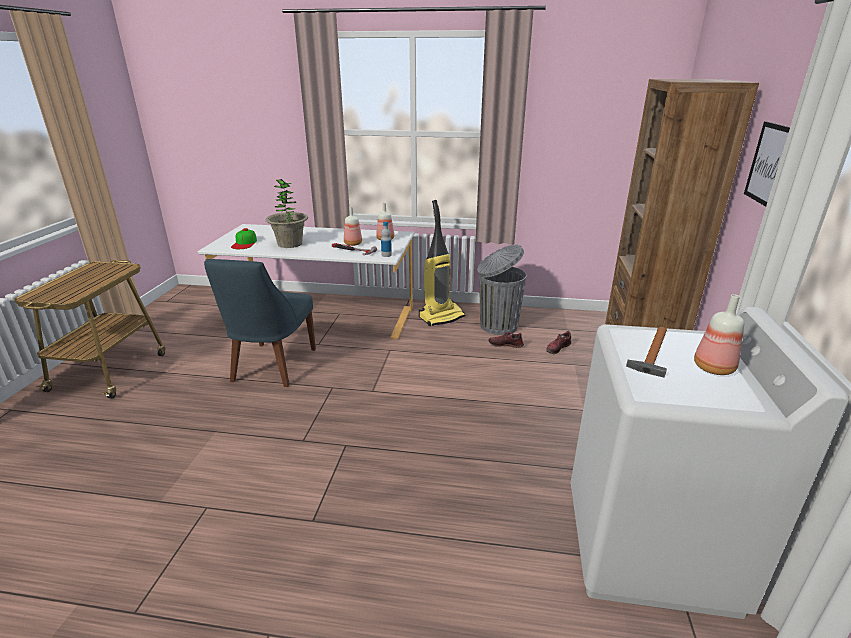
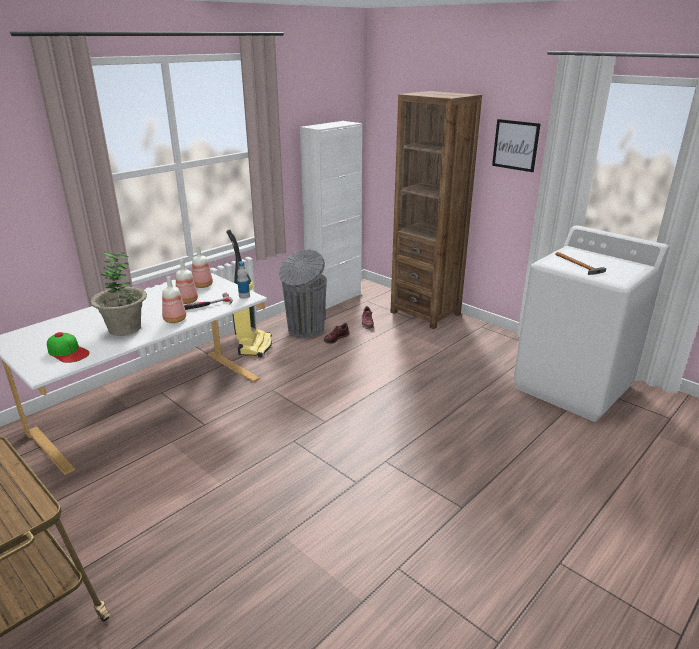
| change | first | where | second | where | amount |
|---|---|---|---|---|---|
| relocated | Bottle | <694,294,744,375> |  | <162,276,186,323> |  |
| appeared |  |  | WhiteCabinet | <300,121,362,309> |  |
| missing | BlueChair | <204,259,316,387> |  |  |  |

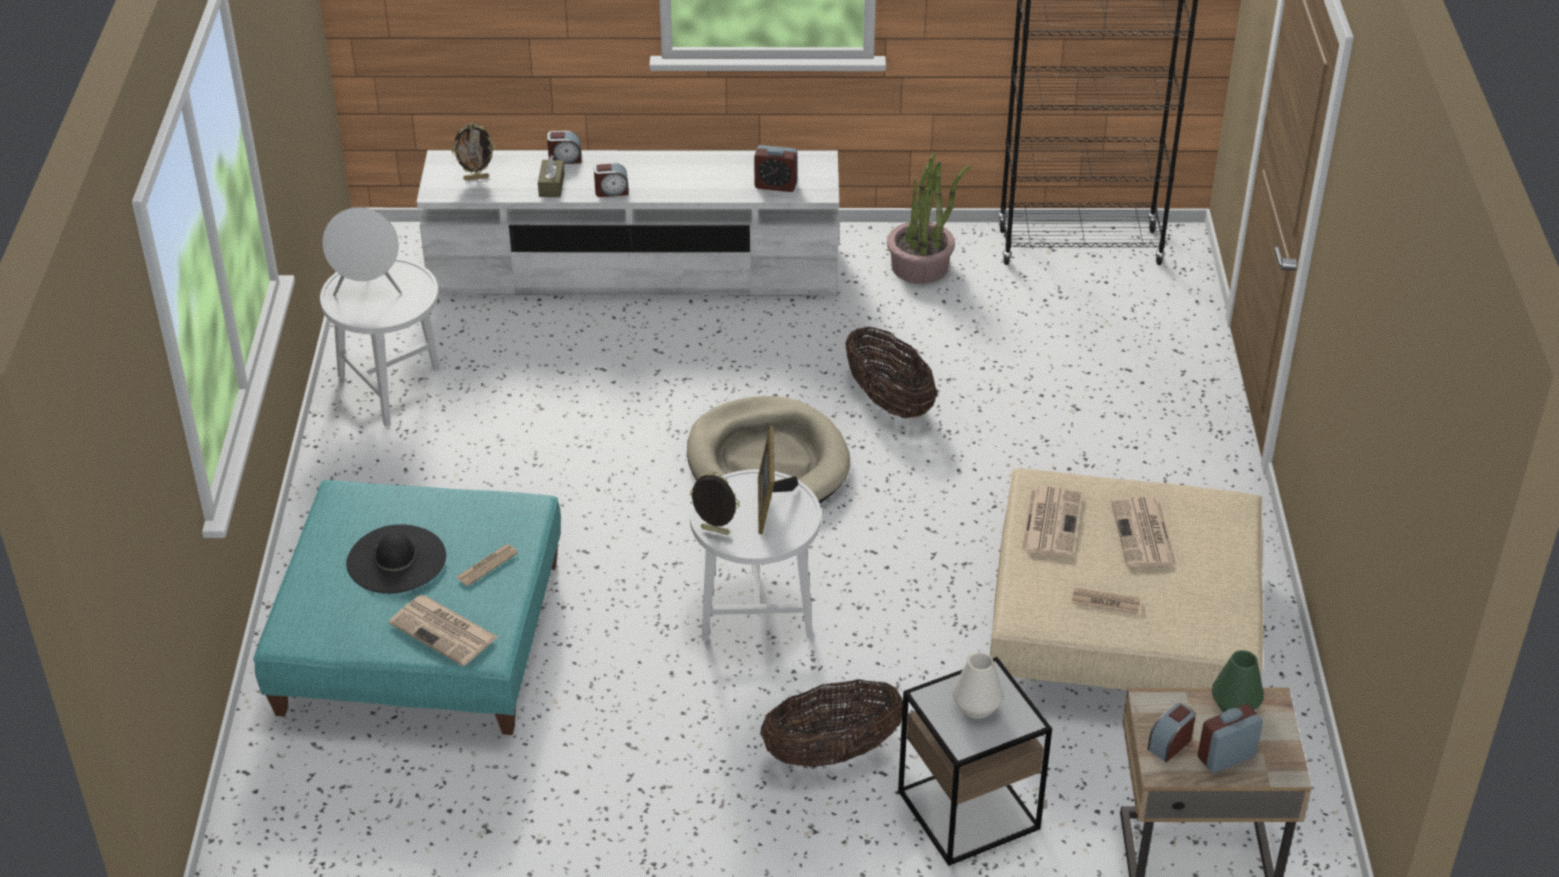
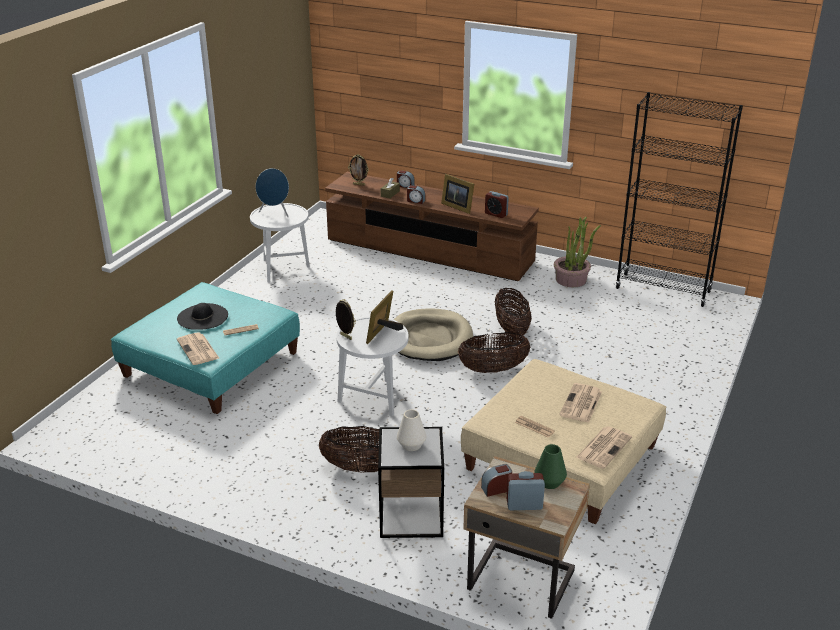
| change | first | where | second | where | amount |
|---|---|---|---|---|---|
| colour | WhiteSpeaker | <322,207,402,296> | BlueSpeaker | <256,168,289,217> |  |
| colour | WhiteTvStand | <417,150,839,295> | BrownTvStand | <325,172,539,281> |  |
| appeared |  |  | PictureFrame | <441,174,474,214> |  |
| appeared |  |  | Basket | <458,332,531,373> |  |
| relocated | Newspaper | <1021,486,1081,558> |  | <576,426,632,469> |  |

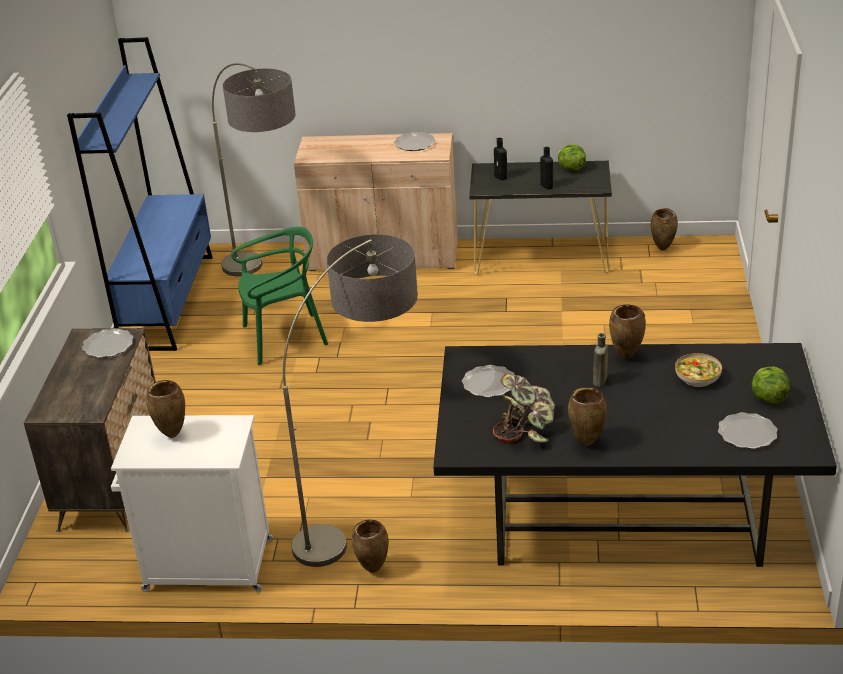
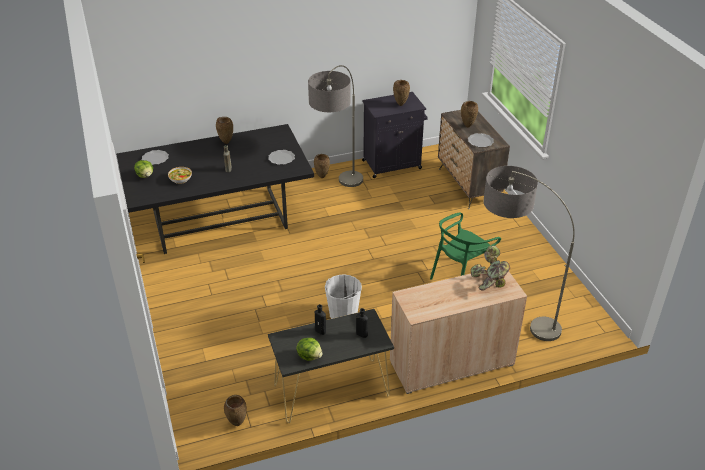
| change | first | where | second | where | amount |
|---|---|---|---|---|---|
| appeared |  |  | WhiteBucket | <325,274,362,319> |  |
| colour | WhiteCabinet | <111,415,274,592> | BlackCabinet | <362,92,428,178> |  |
| relocated | BrownVase | <609,305,646,359> |  | <461,101,478,128> |  |
| relocated | PottedPlant | <492,374,556,443> |  | <471,246,510,290> |  |
| missing | BlueBookcase | <67,37,213,351> |  |  |  |
| missing | Plate | <394,132,436,151> |  |  |  |

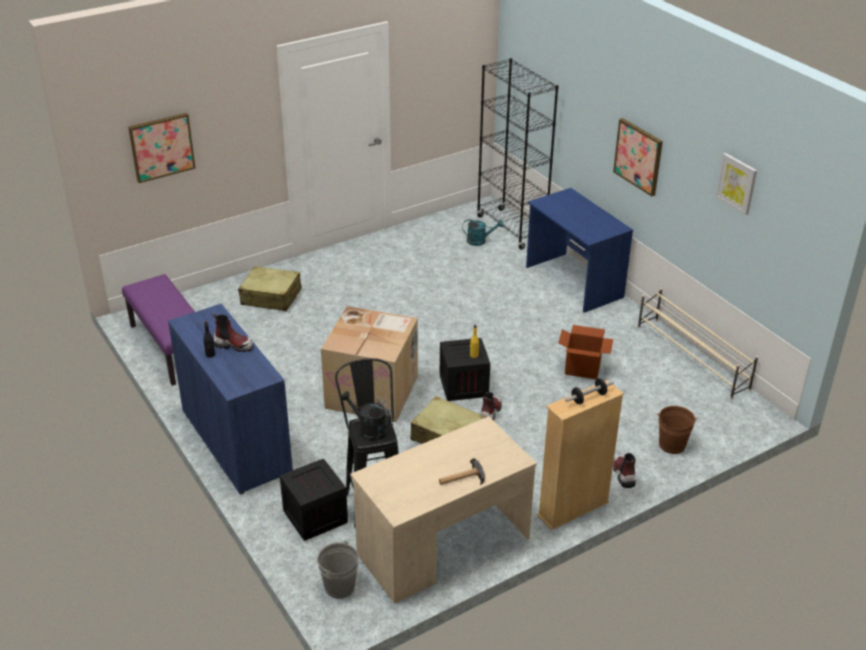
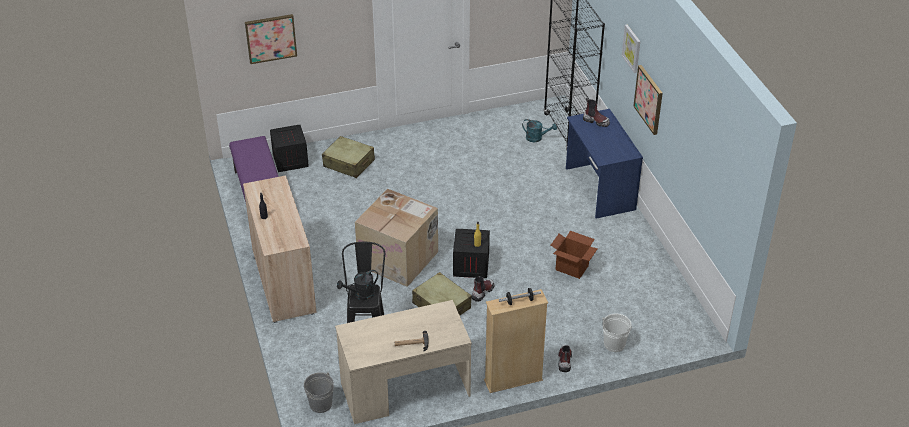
| change | first | where | second | where | amount |
|---|---|---|---|---|---|
| colour | BlueCabinet | <168,304,293,495> | BeigeCabinet | <243,176,317,323> |  |
| relocated | Crate | <280,459,348,541> |  | <270,125,309,172> |  |
| spun | BlackWateringCan | <340,391,391,441> |  | <337,270,378,300> | 75 degrees counterclockwise |
| relocated | Boot | <212,312,254,352> |  | <583,97,610,127> |  |
| colour | BrownBucket | <657,406,698,454> | WhiteBucket | <602,313,633,352> |  |
| relocated | Picture | <716,153,757,215> |  | <622,25,640,73> |  |
| missing | BeigeShoeRack | <638,288,758,399> |  |  |  |

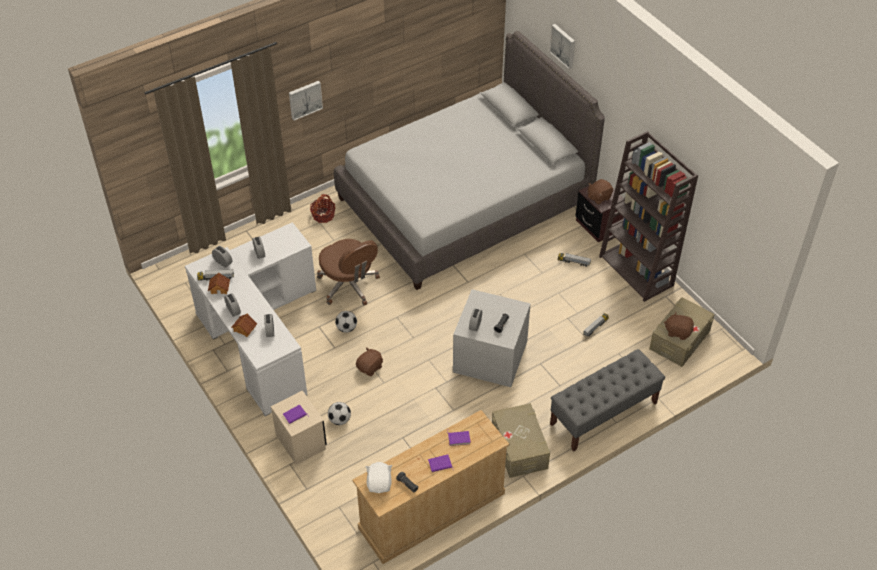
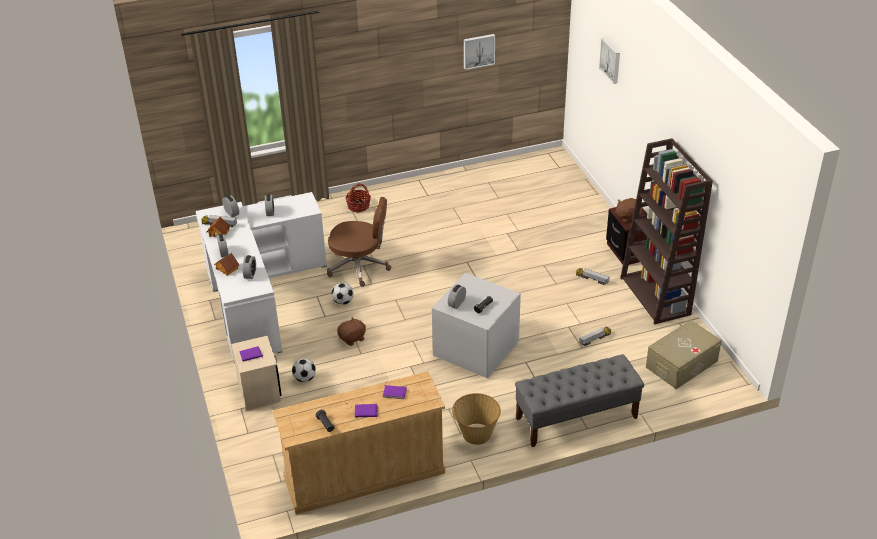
| change | first | where | second | where | amount |
|---|---|---|---|---|---|
| spun | BrownOfficeChair | <317,239,380,306> |  | <327,197,392,287> | 60 degrees counterclockwise |
| exchanged | BeigeStorageBox | <492,403,550,478> | Basket | <452,393,501,445> |  |
| relocated | Picture | <289,81,323,121> |  | <464,34,495,70> |  |
| missing | GreyBed | <334,31,605,290> |  |  |  |
| missing | WhitePlushToy | <365,462,392,493> |  |  |  |
| missing | BrownPlushToy | <664,312,694,340> |  |  |  |

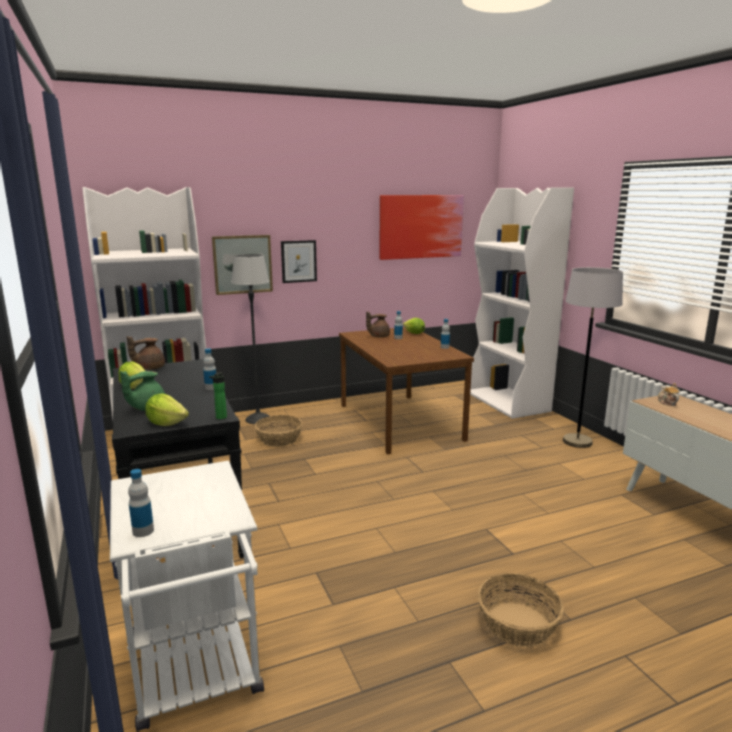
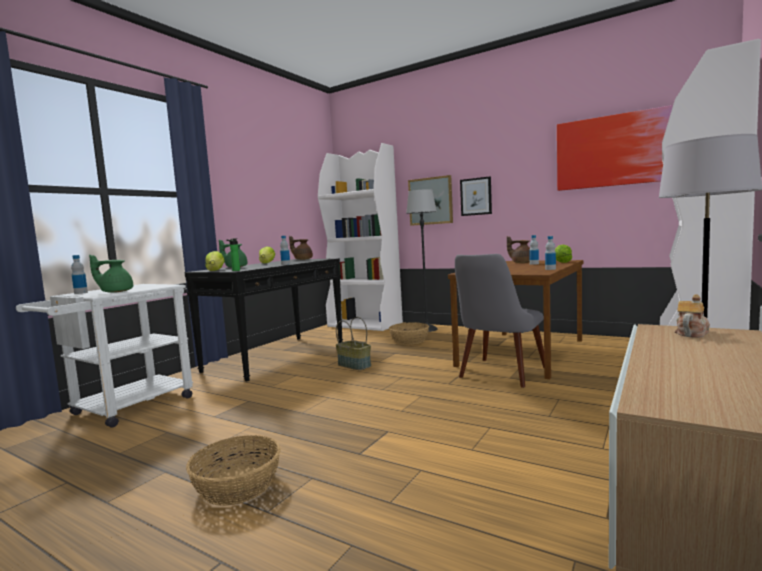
| change | first | where | second | where | amount |
|---|---|---|---|---|---|
| appeared |  |  | GreenTeapot | <89,255,133,293> |  |
| appeared |  |  | Basket | <336,317,371,370> |  |
| appeared |  |  | GreyChair | <455,254,544,388> |  |

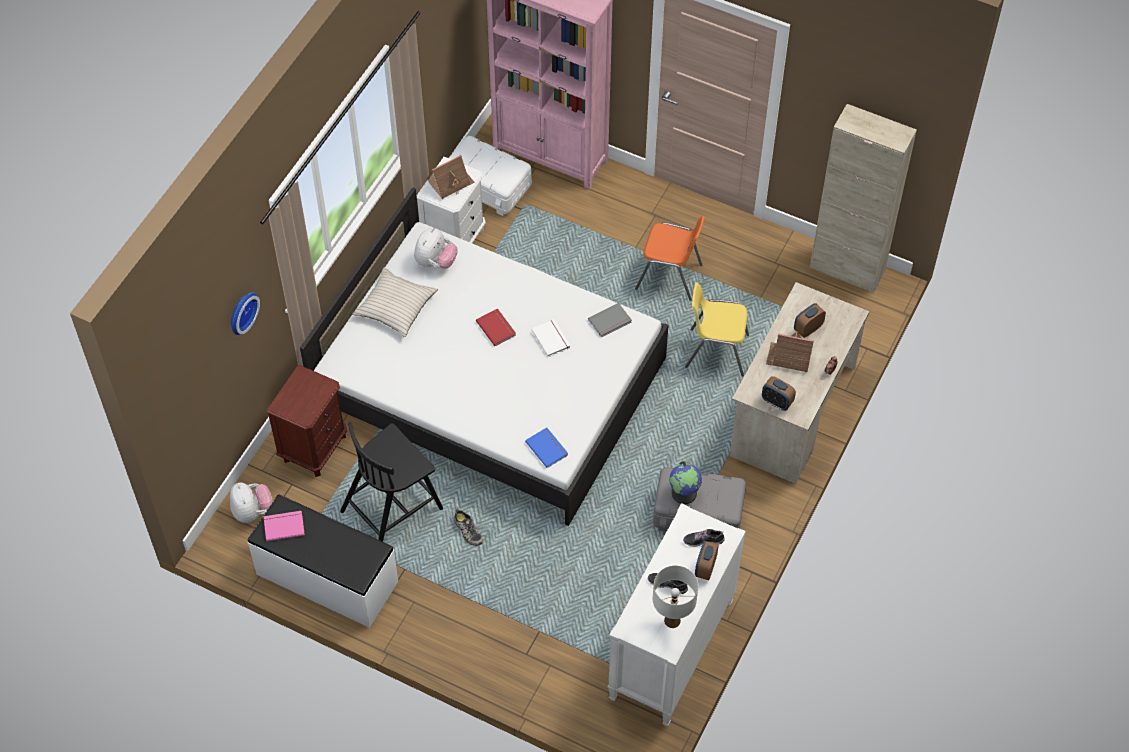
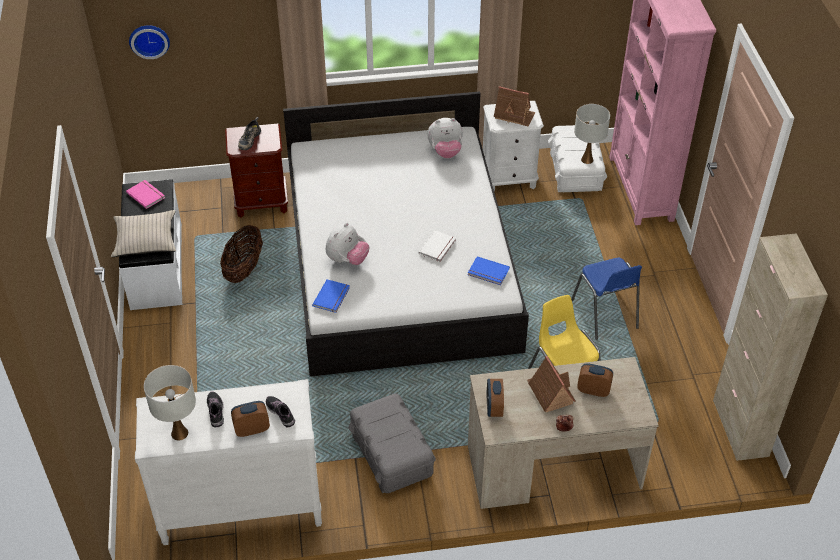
| change | first | where | second | where | amount |
|---|---|---|---|---|---|
| relocated | BeigePillow | <353,267,438,337> |  | <111,210,176,257> |  |
| relocated | WallClock | <231,292,260,335> |  | <129,25,170,59> |  |
| exchanged | BlackChair | <340,422,443,542> | Basket | <220,225,263,283> |  |
| relocated | Shoe | <454,506,483,546> |  | <238,117,261,150> |  |
| relocated | PlushToy | <230,482,273,523> |  | <326,223,369,265> |  |
| colour | GreyBook | <588,303,632,338> | BlueBook | <468,256,510,285> |  |
| colour | OrangeChair | <635,216,705,301> | BlueChair | <571,258,642,340> |  |
| appeared |  |  | WhiteTableLamp | <574,104,610,164> |  |
| missing | RedBook | <476,308,516,346> |  |  |  |
| missing | Globe | <669,461,702,504> |  |  |  |

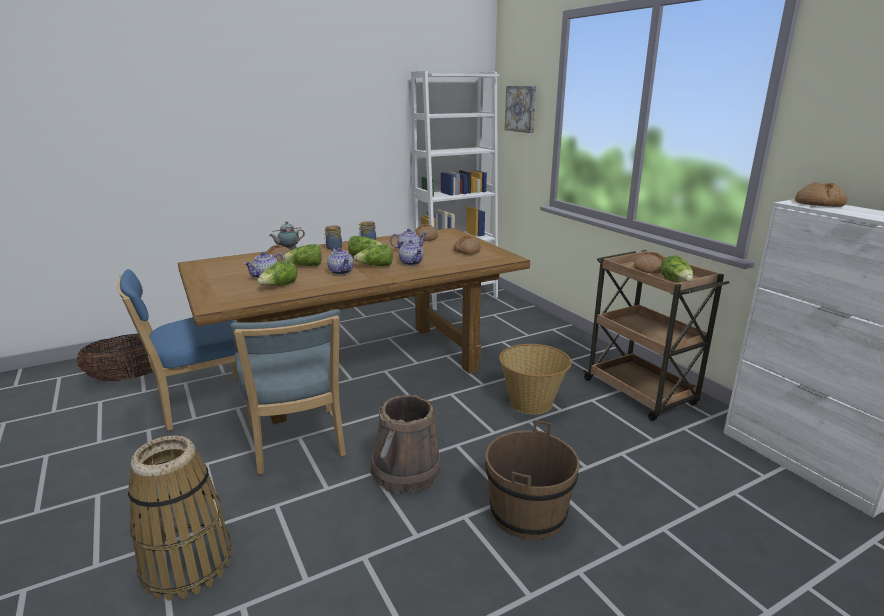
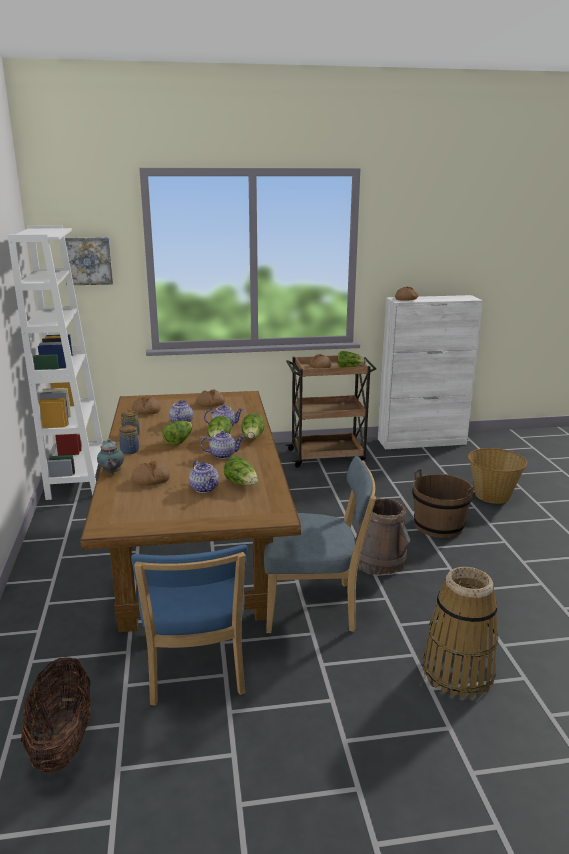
| change | first | where | second | where | amount |
|---|---|---|---|---|---|
| relocated | Lettuce | <283,244,322,266> |  | <241,413,265,439> |  |
| relocated | Basket | <499,344,572,414> |  | <468,448,527,504> |  |

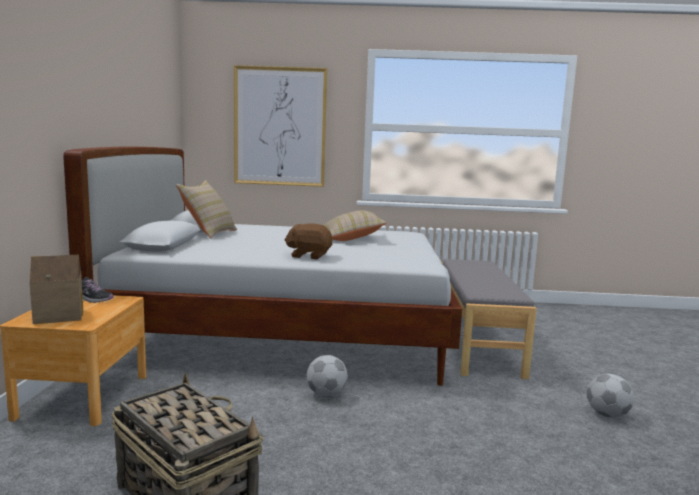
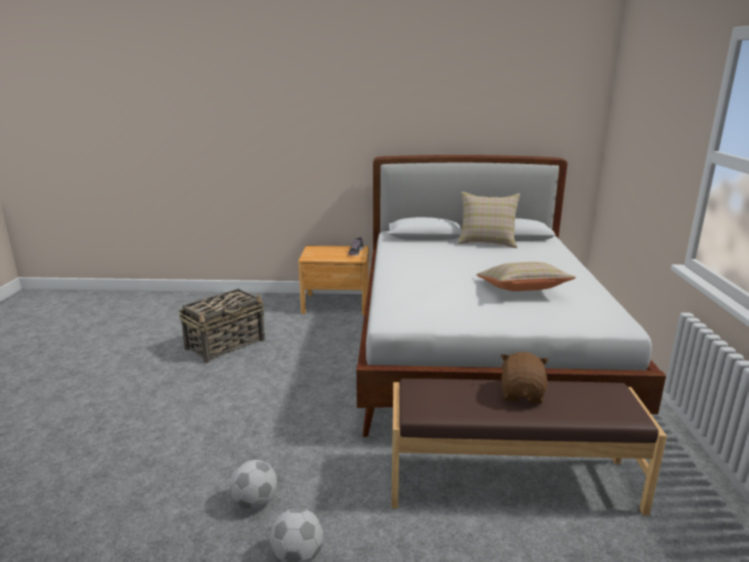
| change | first | where | second | where | amount |
|---|---|---|---|---|---|
| relocated | Football | <307,355,348,397> |  | <230,460,278,509> |  |
| colour | GreyBench | <442,259,537,379> | BrownBench | <392,379,667,516> |  |
| relocated | BrownPlushToy | <284,223,333,259> |  | <500,352,549,404> |  |
| missing | ToyHouse | <29,255,84,324> |  |  |  |
| missing | Picture | <234,65,327,187> |  |  |  |

